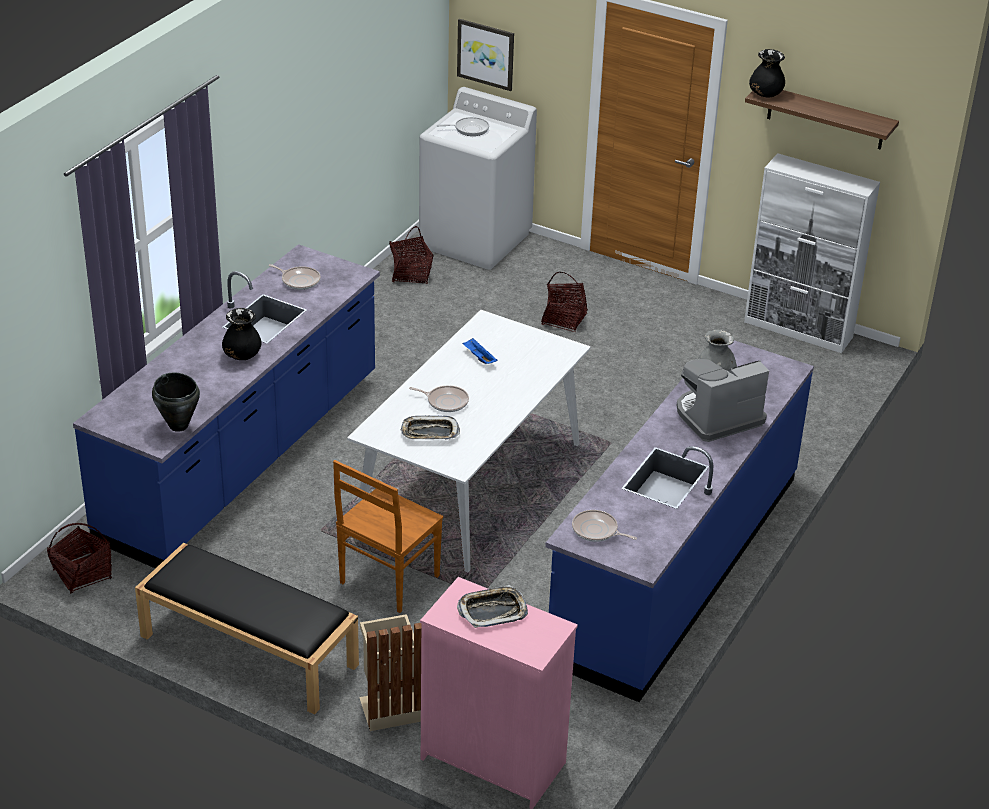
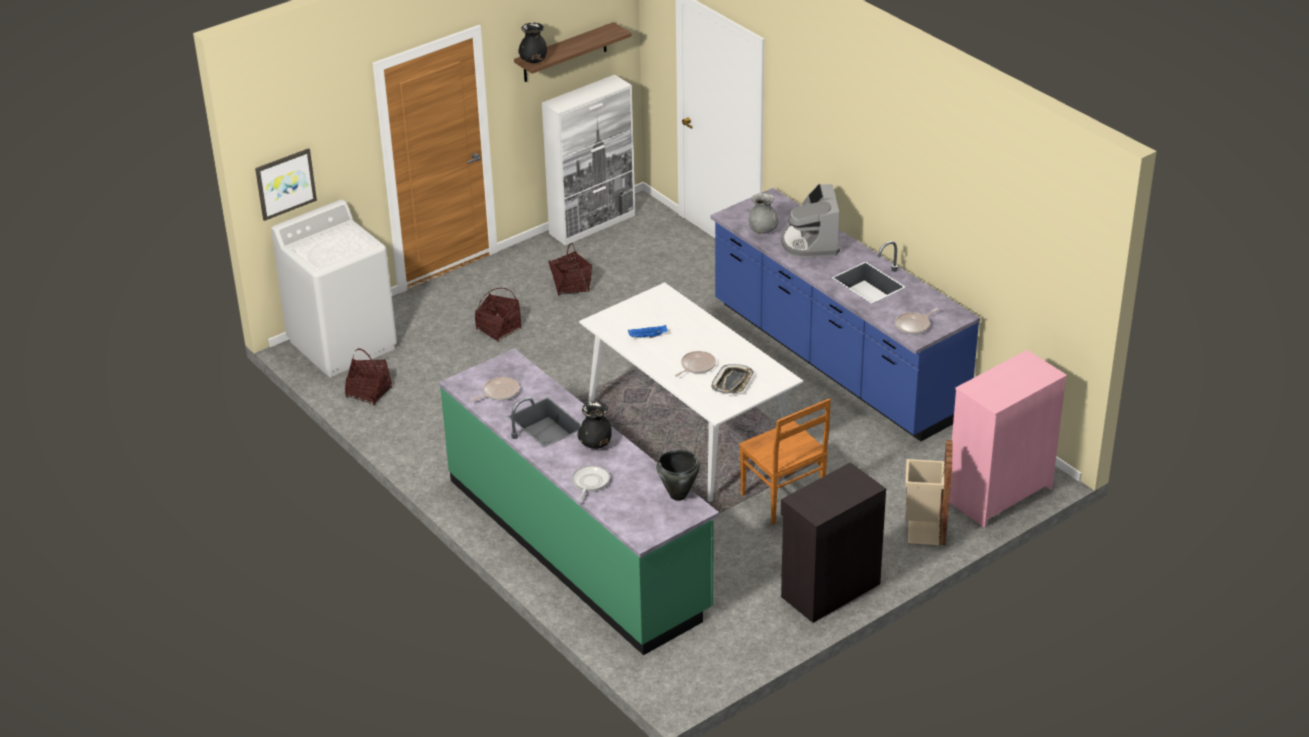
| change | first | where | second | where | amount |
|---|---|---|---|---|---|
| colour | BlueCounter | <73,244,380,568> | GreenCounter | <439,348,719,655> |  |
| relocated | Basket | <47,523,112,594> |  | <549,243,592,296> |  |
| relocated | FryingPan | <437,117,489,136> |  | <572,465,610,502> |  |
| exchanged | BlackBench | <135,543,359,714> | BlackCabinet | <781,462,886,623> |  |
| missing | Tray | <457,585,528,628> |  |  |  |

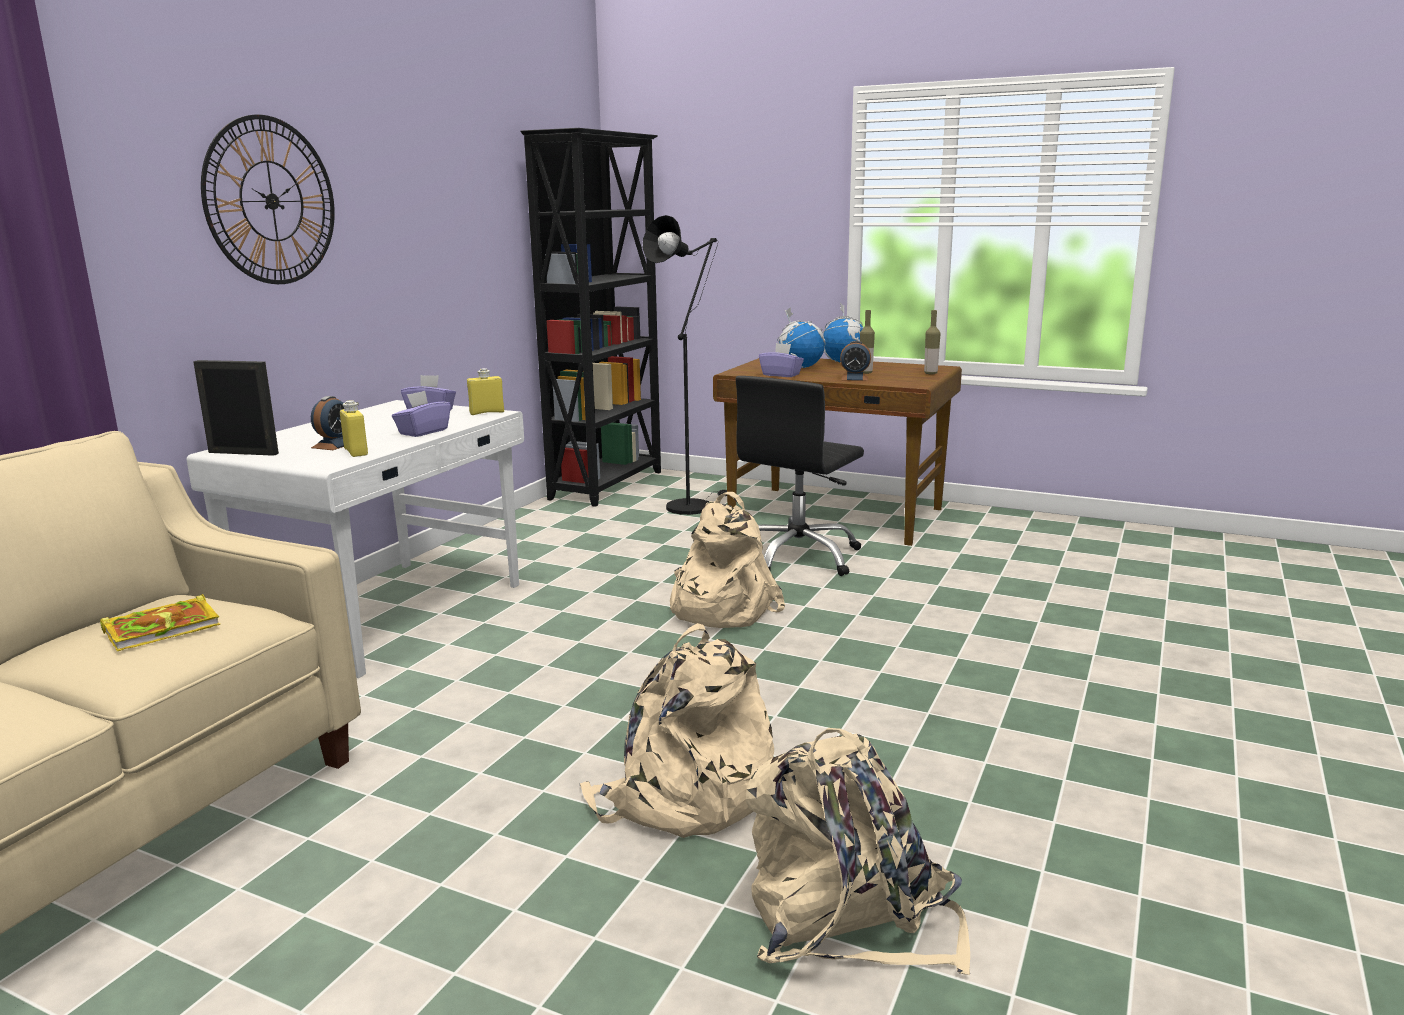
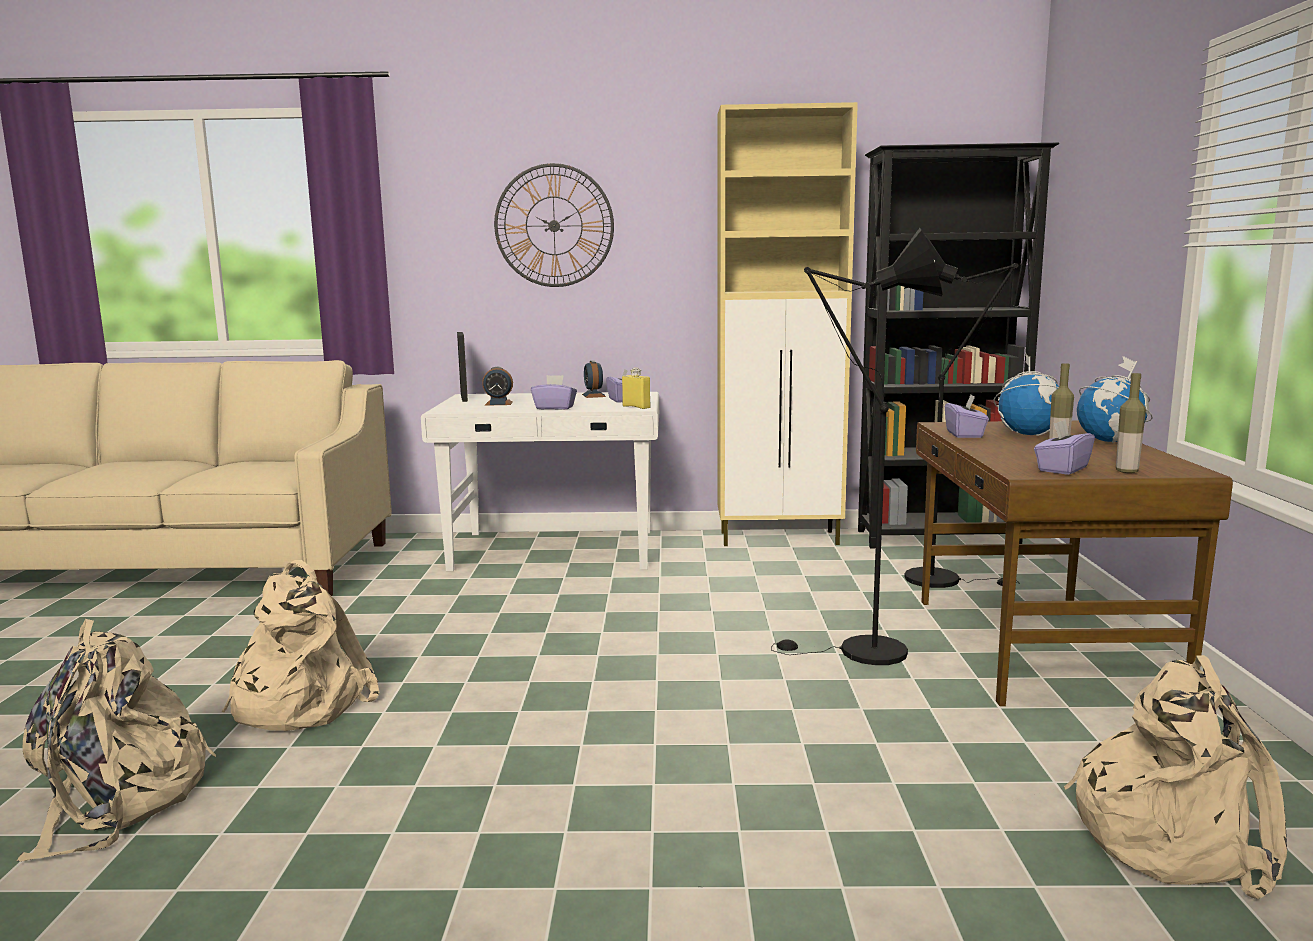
| change | first | where | second | where | amount |
|---|---|---|---|---|---|
| relocated | AlarmClock | <840,341,871,381> |  | <582,360,606,398> |  |
| appeared |  |  | BeigeCabinet | <717,102,858,546> |  |
| exchanged | BlackOfficeChair | <736,376,864,576> | BlackFloorLamp | <771,228,943,665> |  |
| appeared |  |  | PurpleTissueBox | <1034,419,1095,475> |  |
| relocated | BeigeBackpack | <669,492,785,628> |  | <1064,655,1287,899> |  |
| missing | Book | <100,594,220,651> |  |  |  |
| missing | YellowBottle | <340,400,368,457> |  |  |  |

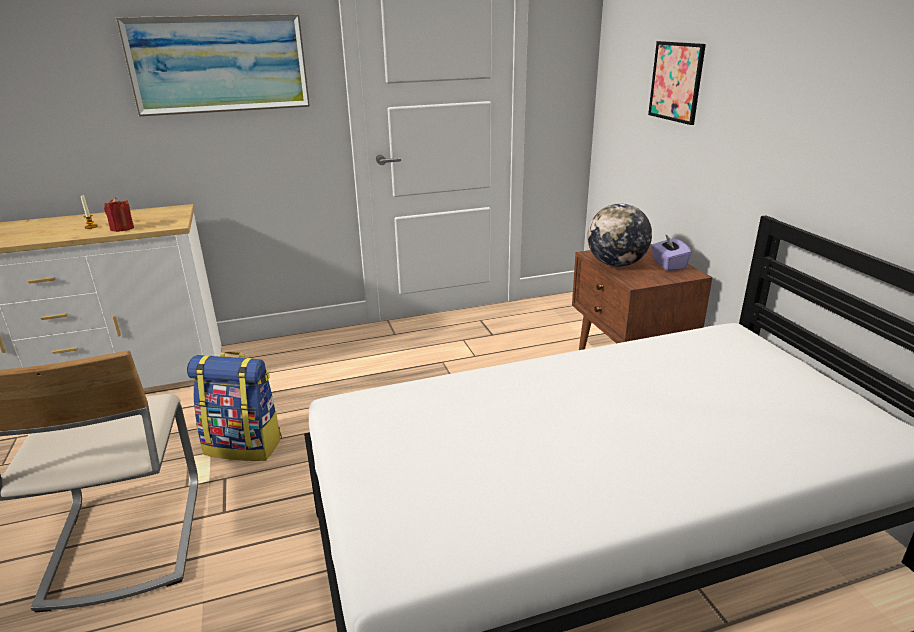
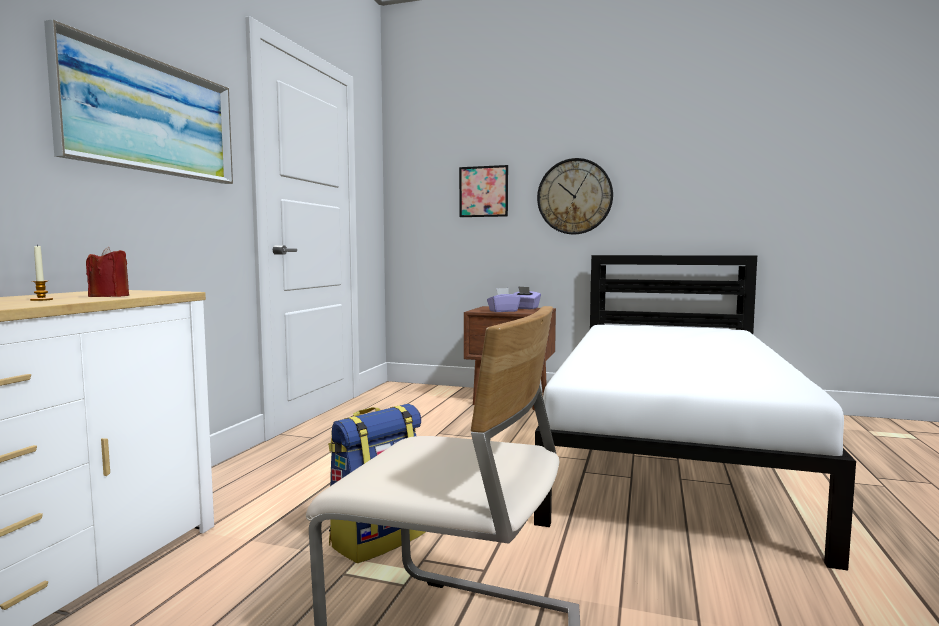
| change | first | where | second | where | amount |
|---|---|---|---|---|---|
| exchanged | Globe | <587,203,652,267> | PurpleTissueBox | <487,288,521,312> |  |
| appeared |  |  | WallClock | <537,158,613,234> |  |

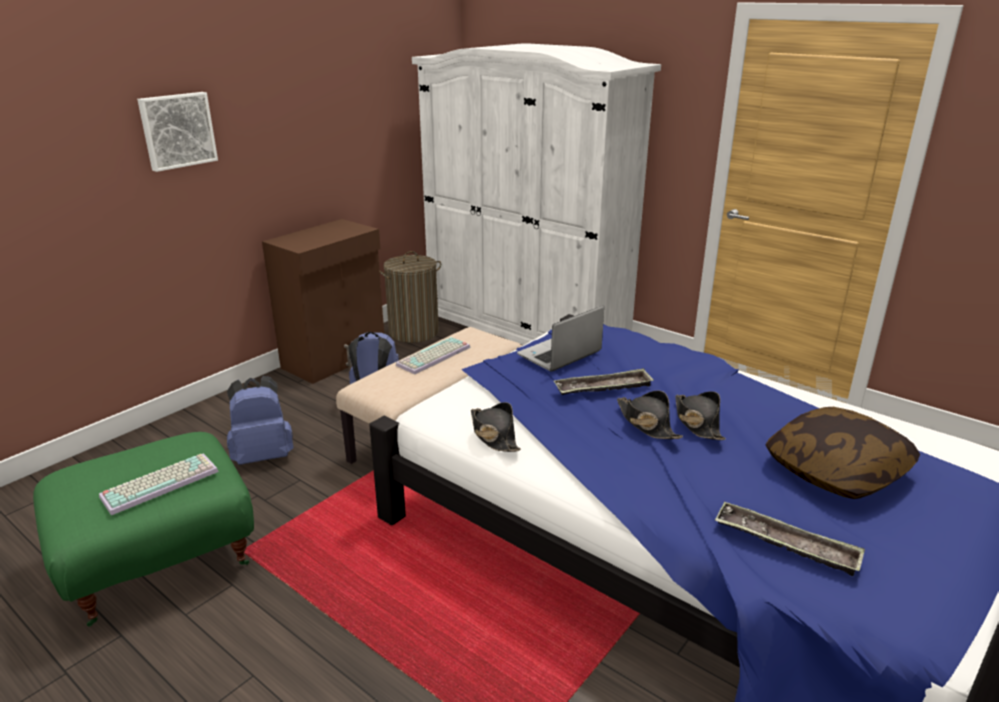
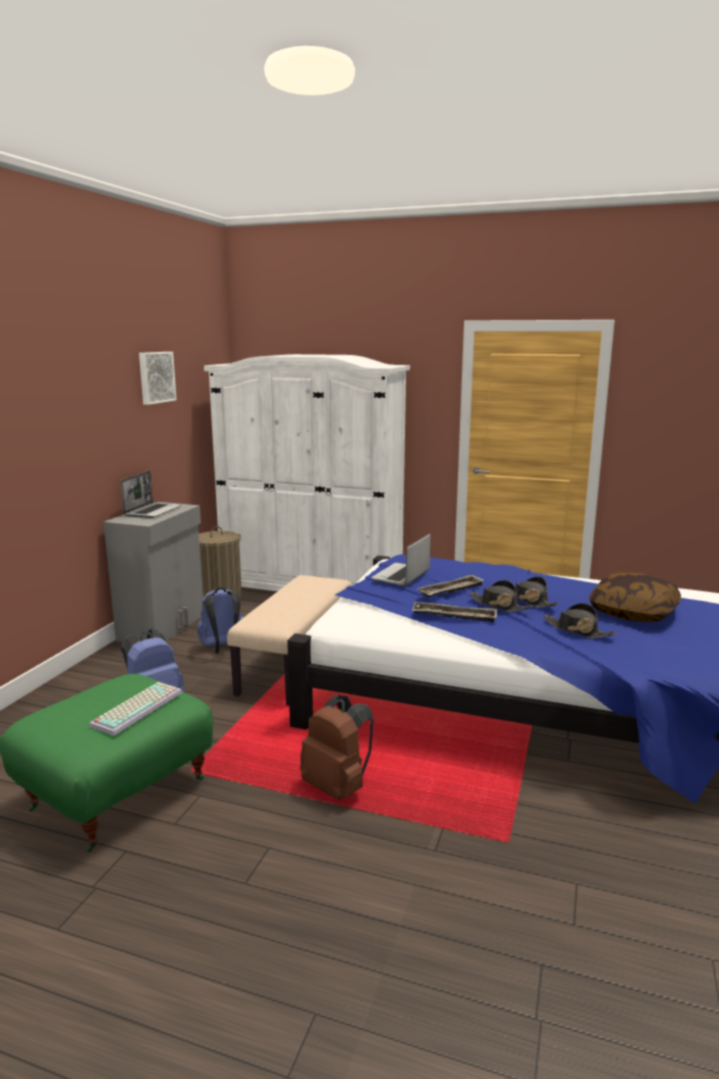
| change | first | where | second | where | amount |
|---|---|---|---|---|---|
| colour | BrownCabinet | <262,219,384,384> | GreyCabinet | <103,502,203,642> |  |
| appeared |  |  | Laptop | <121,471,182,518> |  |
| relocated | Picture | <137,92,218,172> |  | <139,352,176,405> |  |
| appeared |  |  | BrownBackpack | <300,695,374,801> |  |
| relocated | Tray | <715,501,865,576> |  | <412,602,497,623> |  |
| relocated | BlackHat | <471,402,521,452> |  | <543,603,616,638> |  |
| missing | Keyboard | <396,337,470,374> |  |  |  |

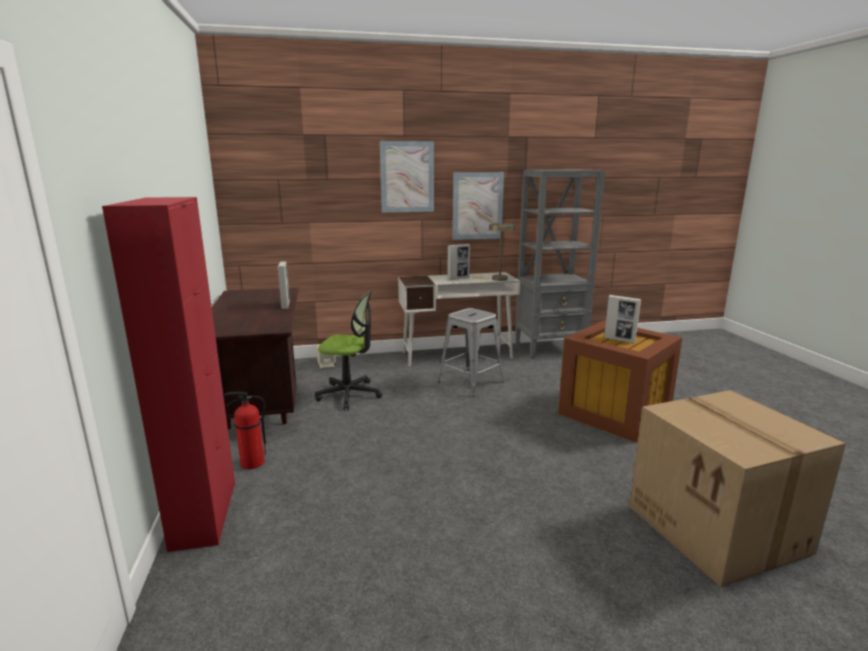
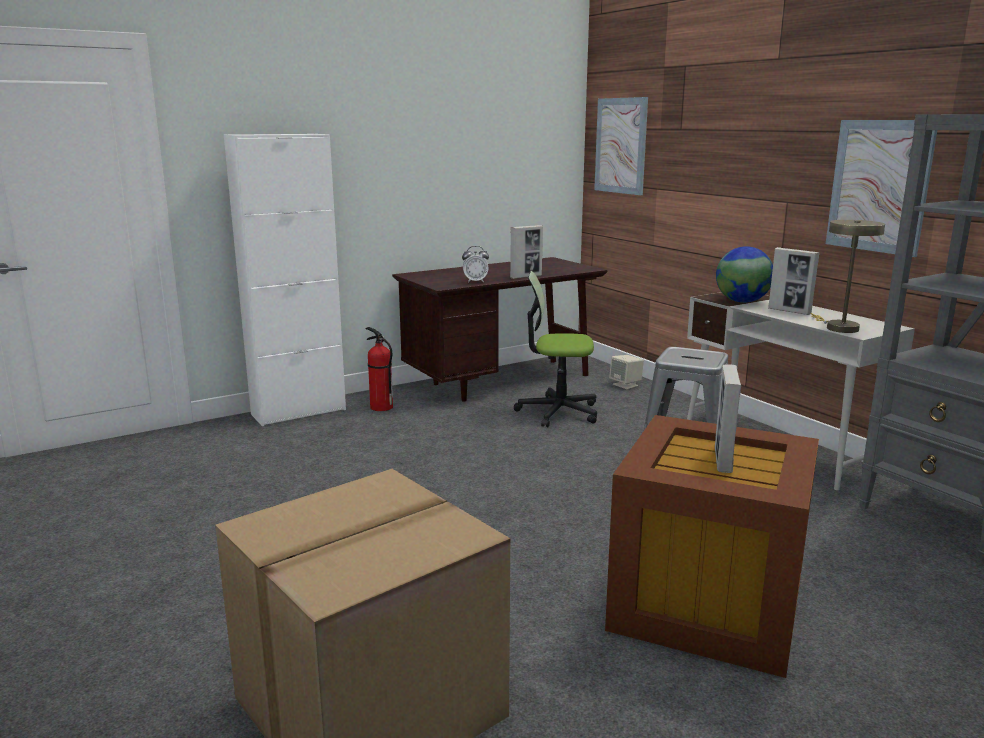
| change | first | where | second | where | amount |
|---|---|---|---|---|---|
| colour | RedCabinet | <102,197,235,552> | WhiteCabinet | <224,134,346,426> |  |
| appeared |  |  | AlarmClock | <462,246,489,283> |  |
| spun | OfficeChair | <315,290,383,410> |  | <514,271,597,427> | 105 degrees clockwise |
| relocated | Picture | <380,141,434,213> |  | <594,97,648,195> |  |
| appeared |  |  | Globe | <716,246,773,303> |  |

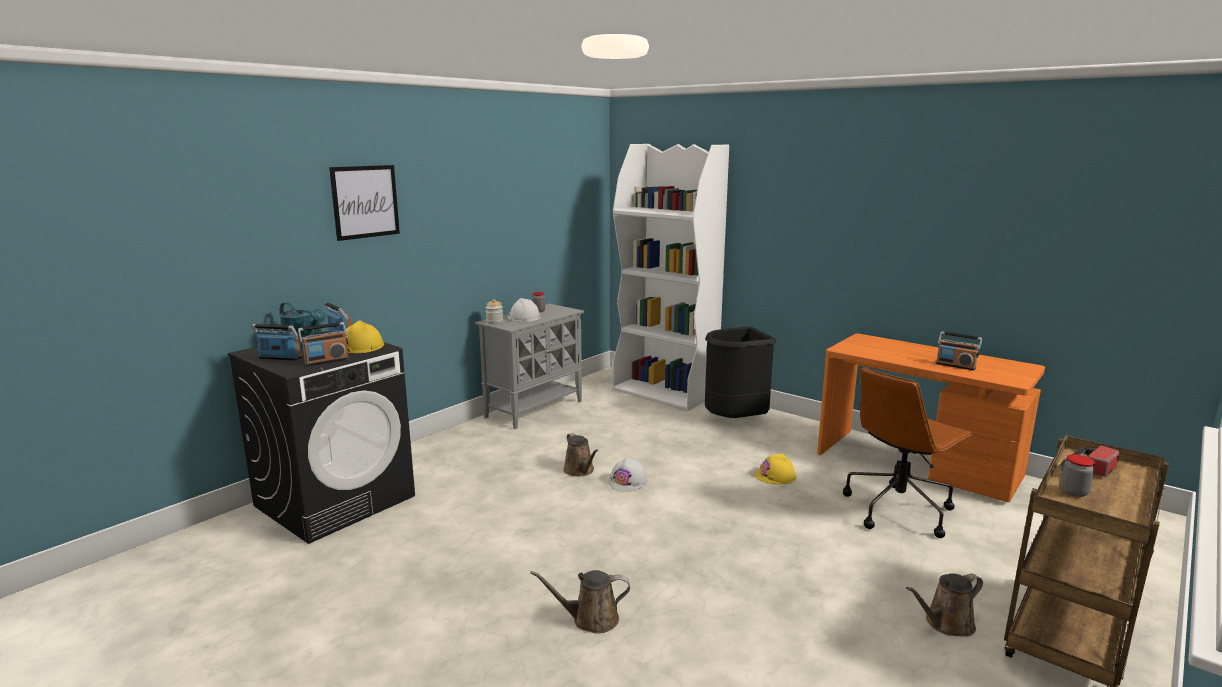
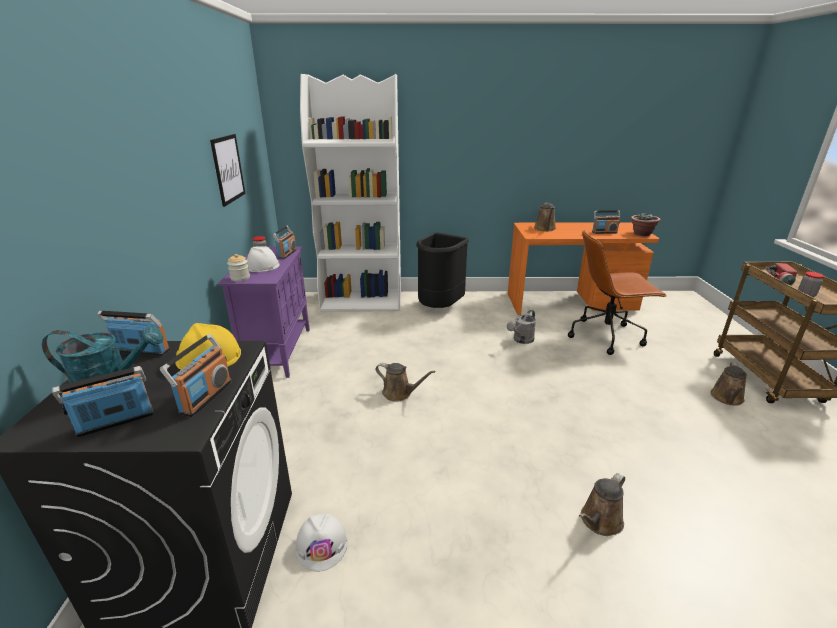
| change | first | where | second | where | amount |
|---|---|---|---|---|---|
| relocated | Picture | <329,165,400,241> |  | <210,134,246,207> |  |
| colour | GreyCabinet | <475,304,584,429> | PurpleCabinet | <218,247,310,378> |  |
| appeared |  |  | Radio | <273,226,297,259> |  |
| relocated | WhiteHardHat | <608,458,647,491> |  | <295,513,348,572> |  |
| exchanged | YellowHardHat | <755,453,796,485> | GreyWateringCan | <507,310,536,344> |  |
| appeared |  |  | BrownWateringCan | <534,203,556,231> |  |
| spun | BrownOfficeChair | <843,366,974,538> |  | <568,231,666,355> | 75 degrees clockwise |
| appeared |  |  | PottedPlant | <631,212,660,236> |  |

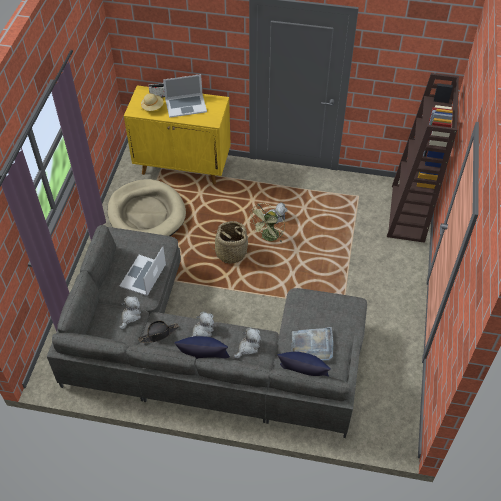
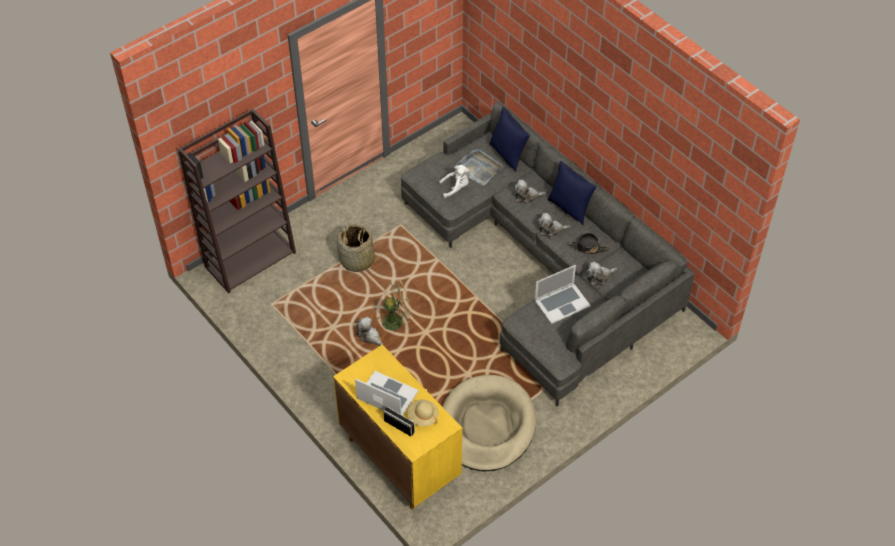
| change | first | where | second | where | amount |
|---|---|---|---|---|---|
| relocated | Basket | <209,221,249,264> |  | <337,224,375,272> |  |
| appeared |  |  | WhitePlushToy | <439,165,469,198> |  |

